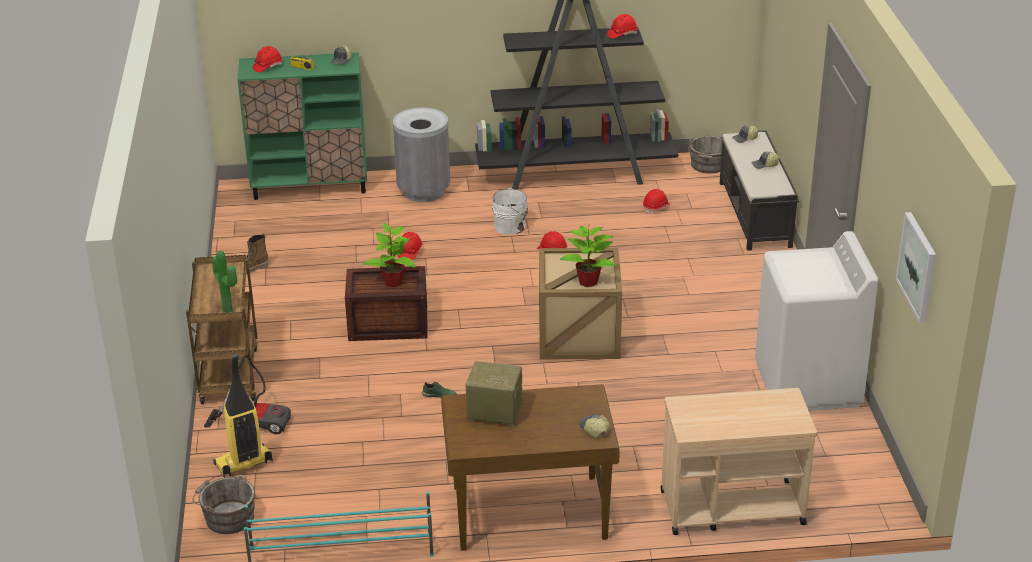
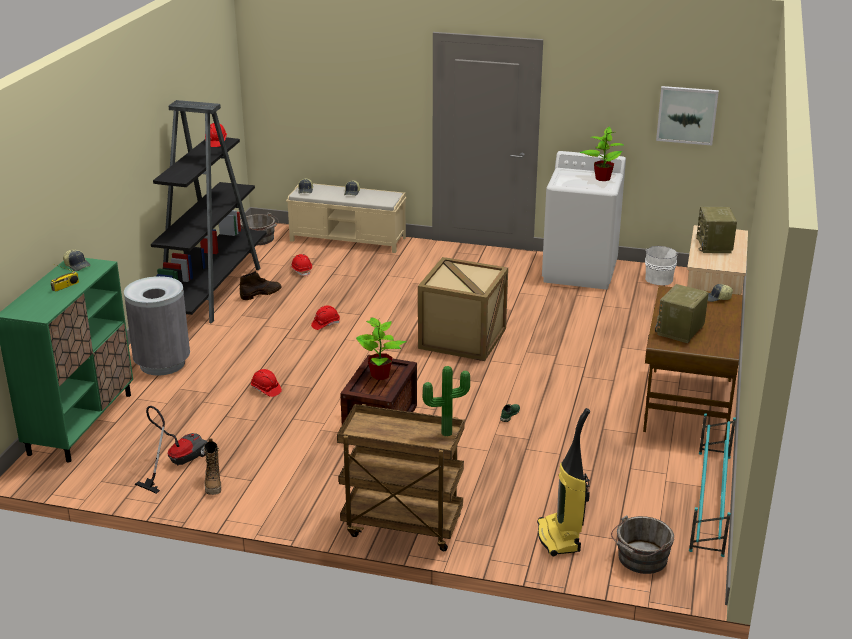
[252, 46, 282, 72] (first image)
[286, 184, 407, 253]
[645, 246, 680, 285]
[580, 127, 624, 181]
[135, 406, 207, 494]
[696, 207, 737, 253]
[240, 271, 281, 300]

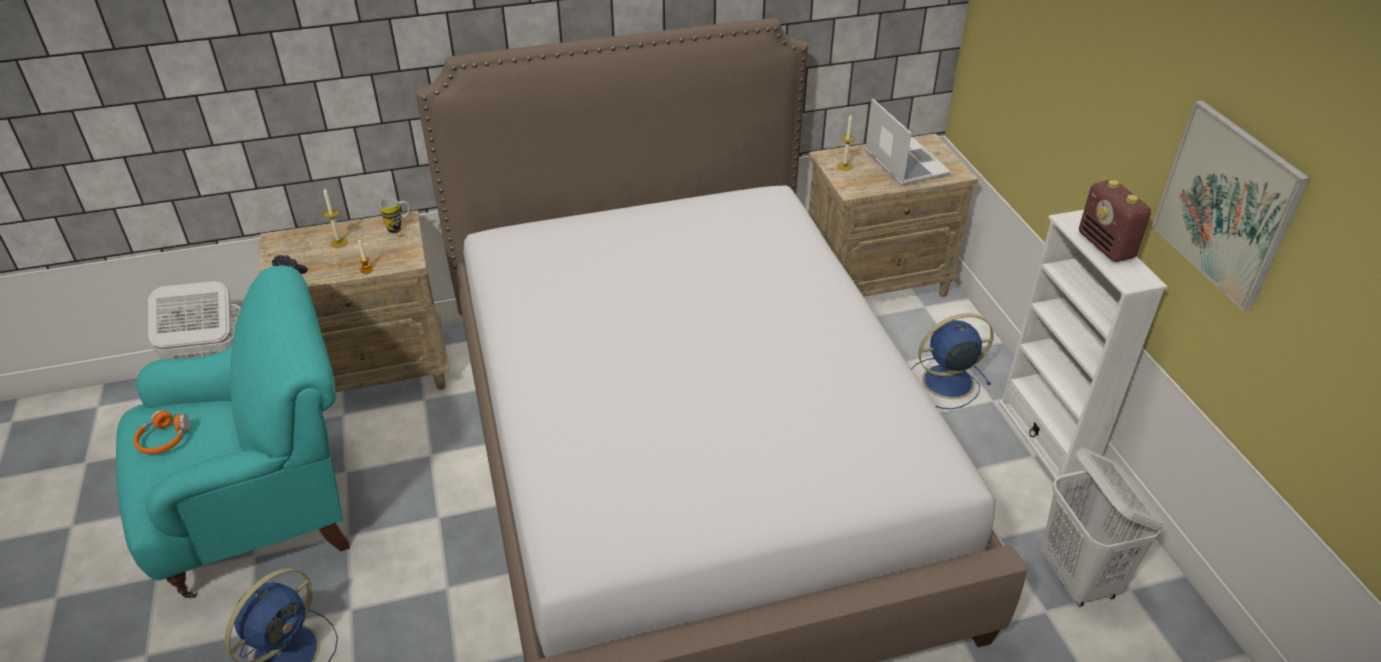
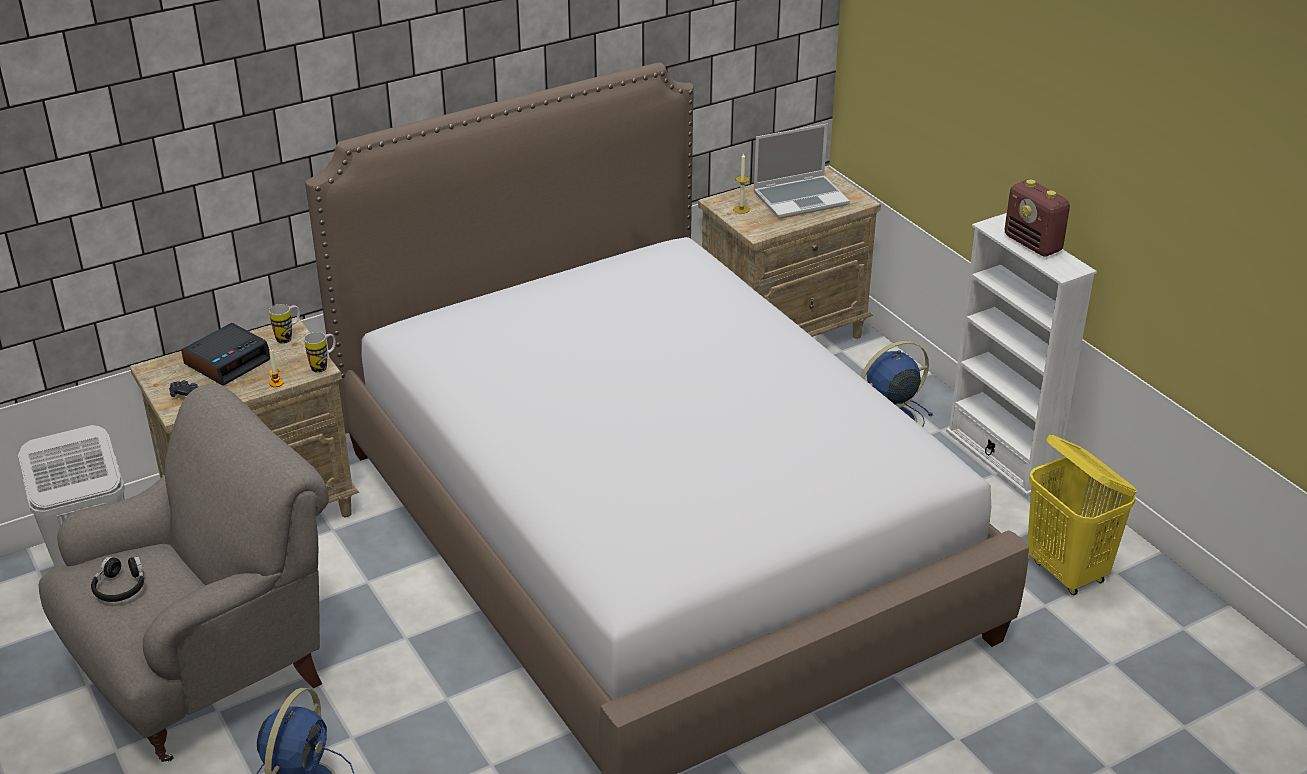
[753, 124, 850, 219]
[1152, 100, 1310, 311] (first image)
[181, 323, 270, 386]
[39, 384, 329, 762]
[91, 556, 144, 602]
[1027, 435, 1137, 595]
[304, 332, 336, 373]

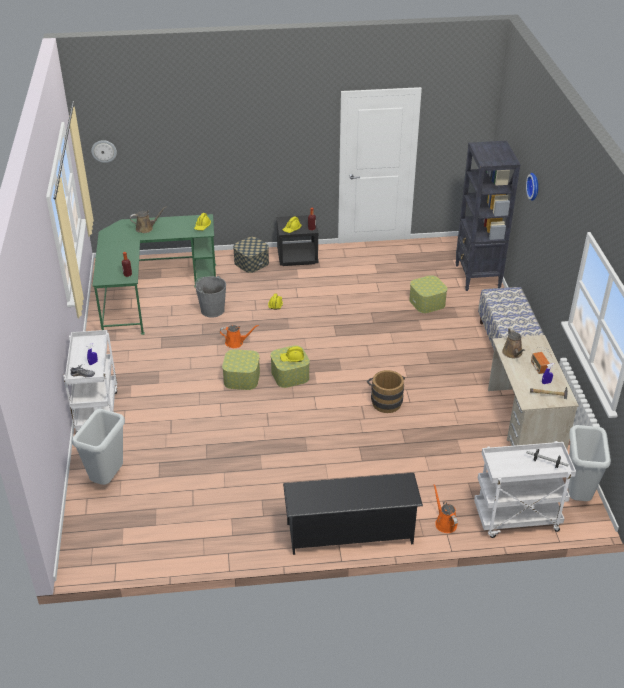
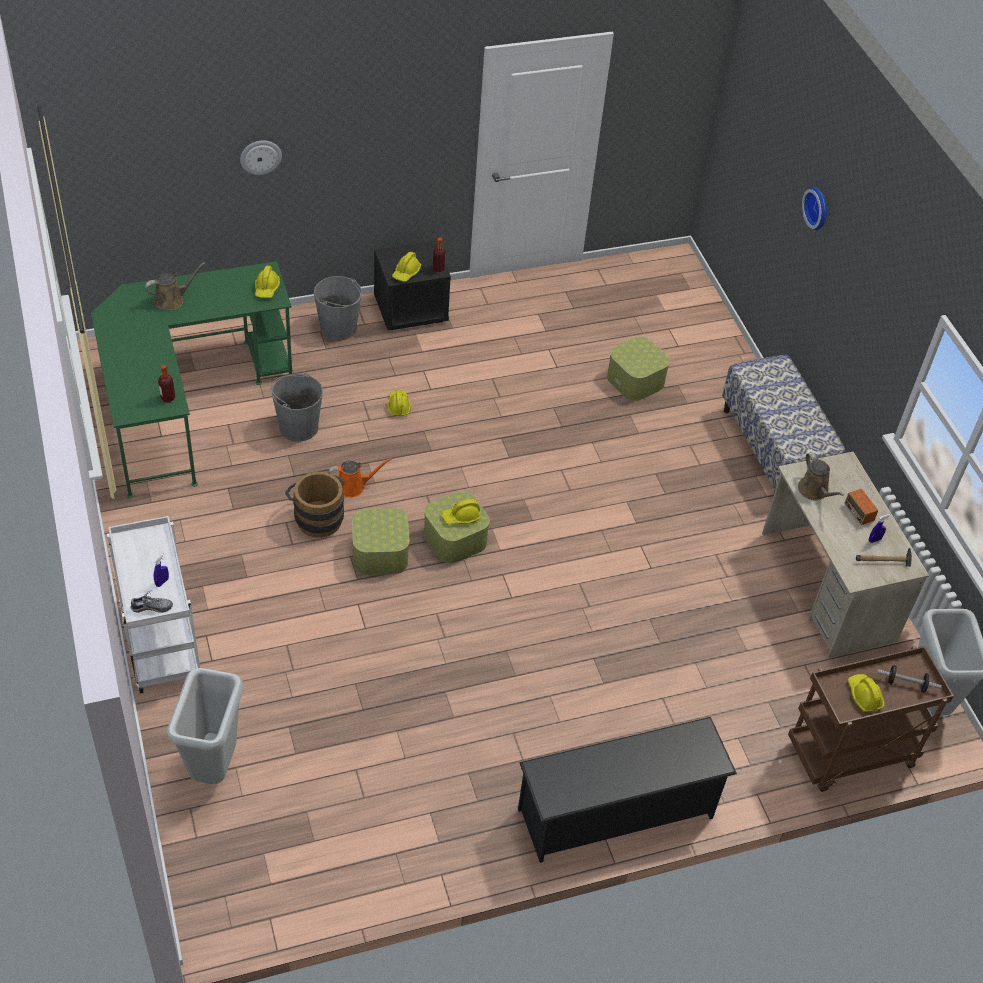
[240, 141, 282, 175]
[456, 141, 521, 291] (first image)
[314, 276, 362, 340]
[285, 472, 344, 538]
[788, 646, 954, 792]
[433, 484, 458, 533] (first image)
[848, 674, 885, 712]

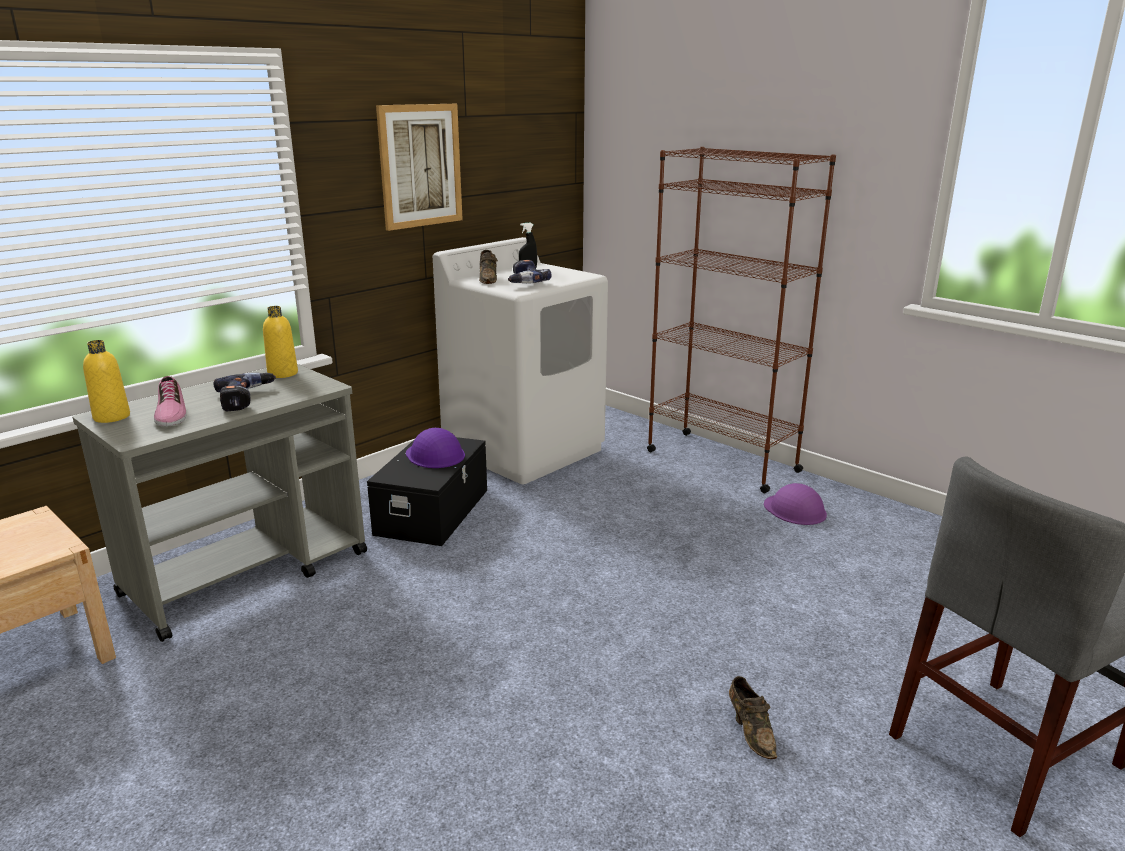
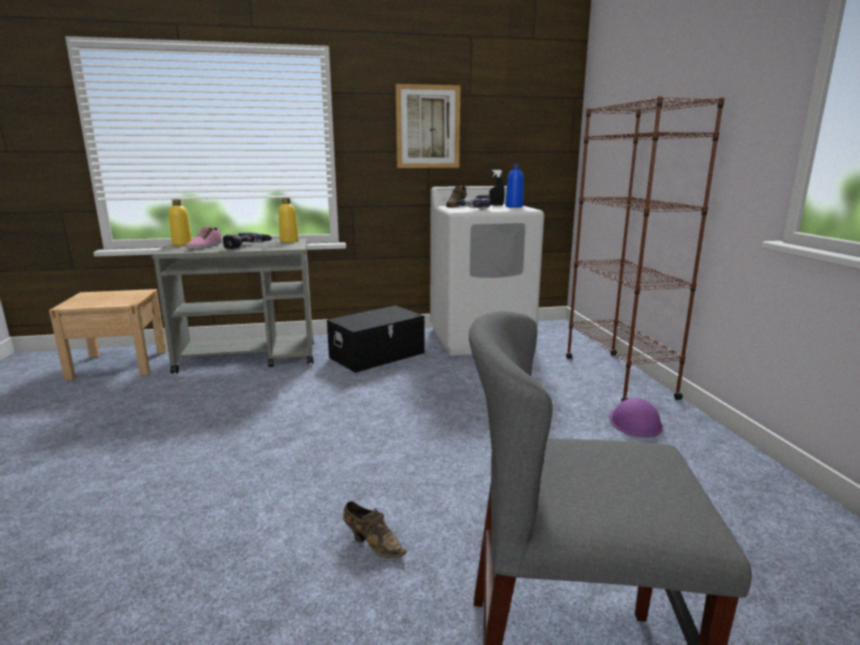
[406, 428, 465, 468] (first image)
[343, 501, 407, 558]
[505, 164, 524, 208]

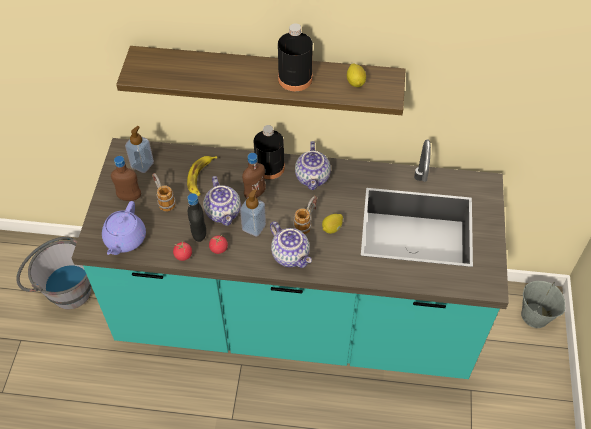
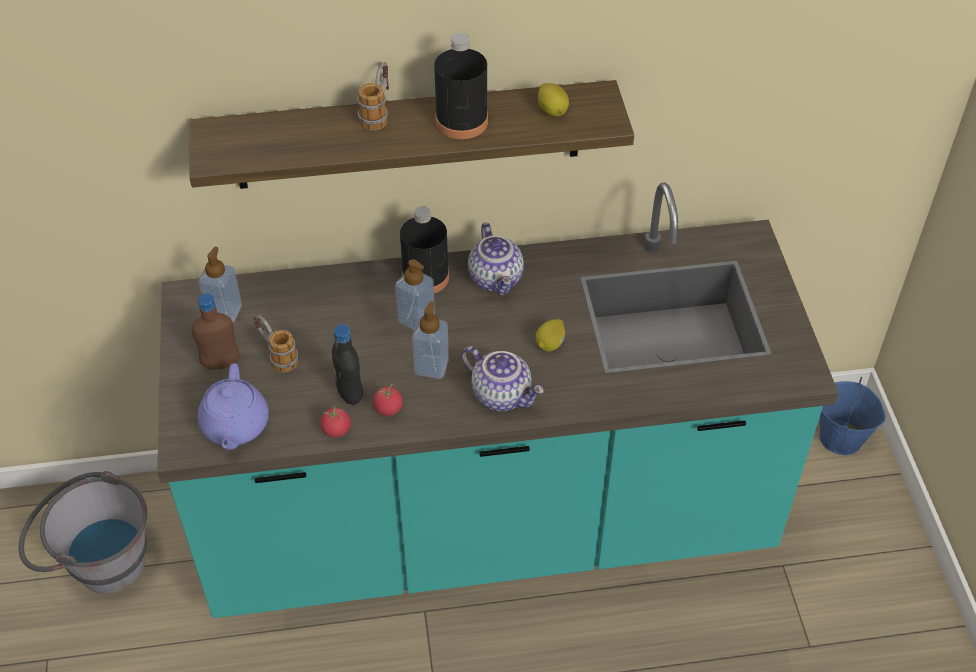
[395, 259, 435, 330]
[187, 156, 217, 196] (first image)
[203, 176, 241, 226] (first image)
[357, 62, 389, 131]
[819, 377, 886, 455]

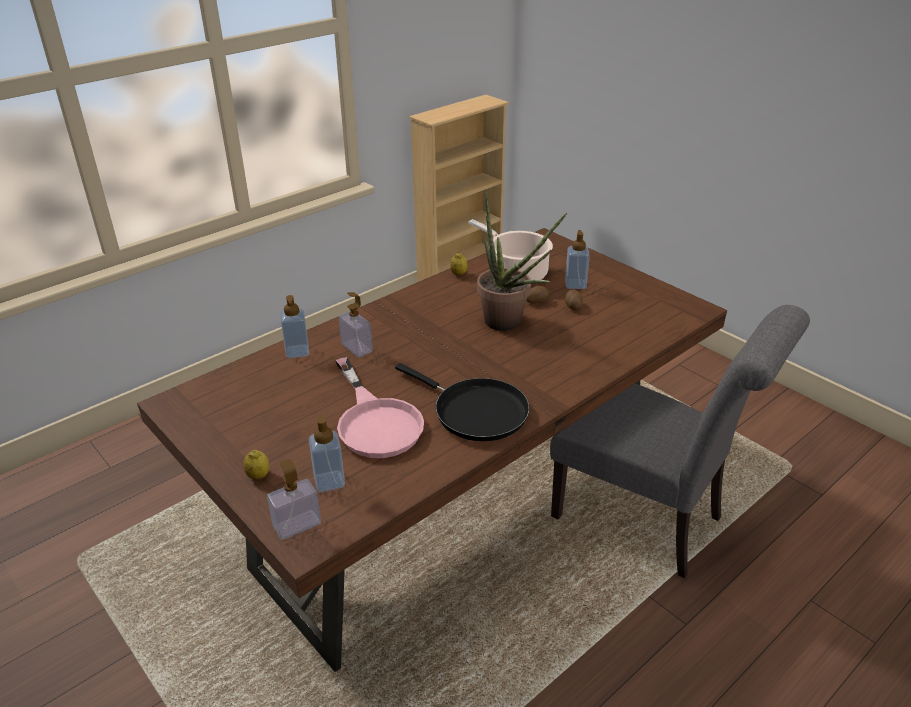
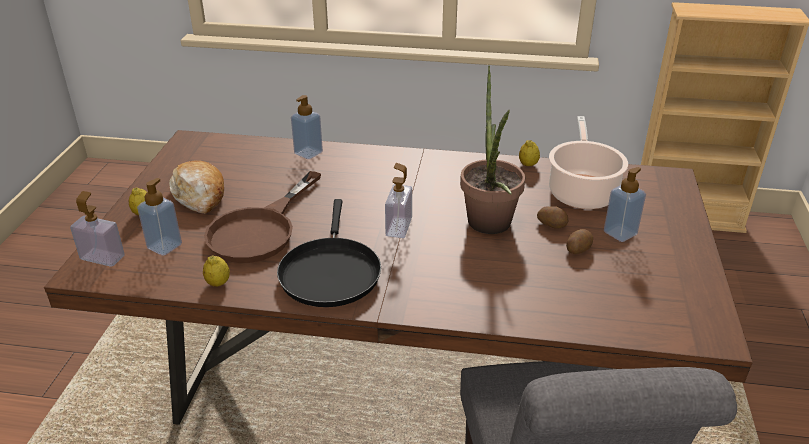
[385, 163, 412, 238]
[204, 171, 321, 263]
[169, 160, 224, 214]
[203, 256, 230, 287]

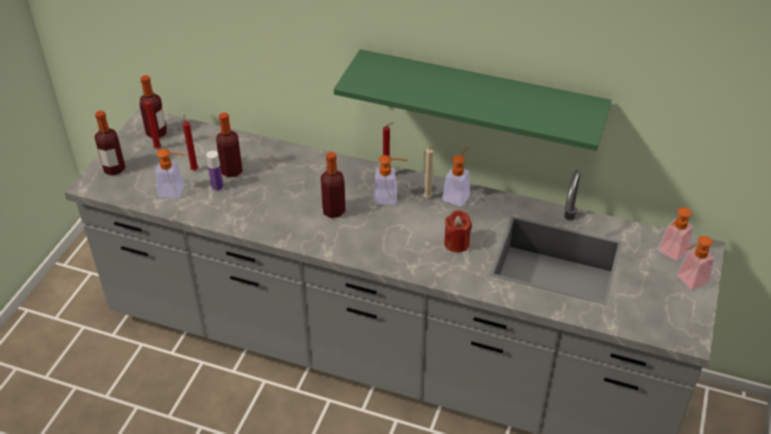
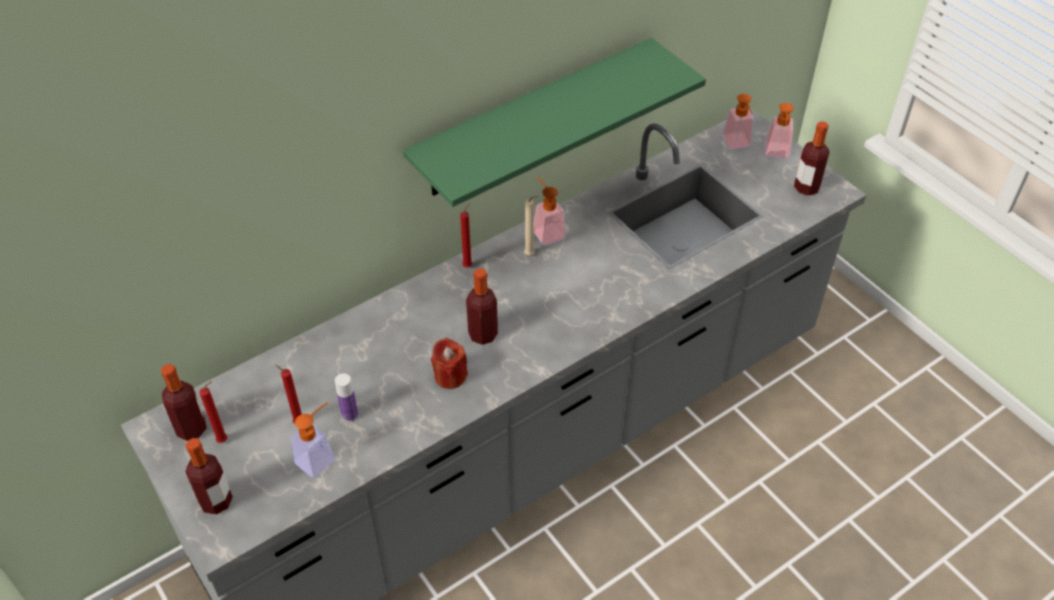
[794, 121, 830, 196]
[374, 155, 408, 205] (first image)
[431, 338, 468, 389]

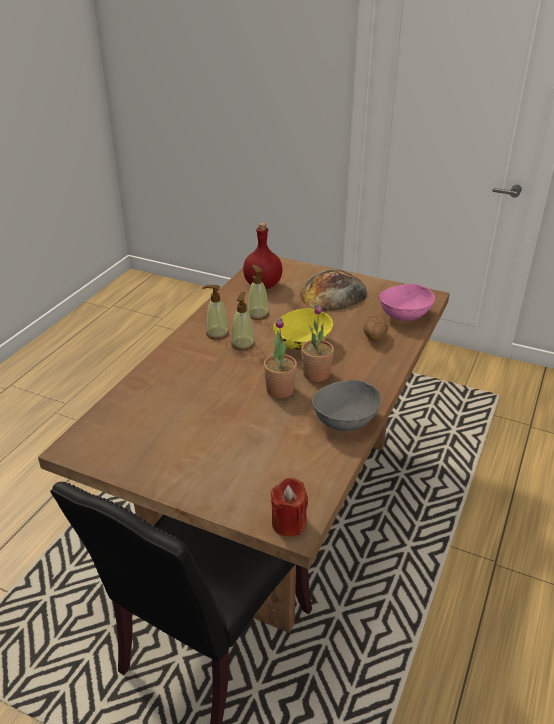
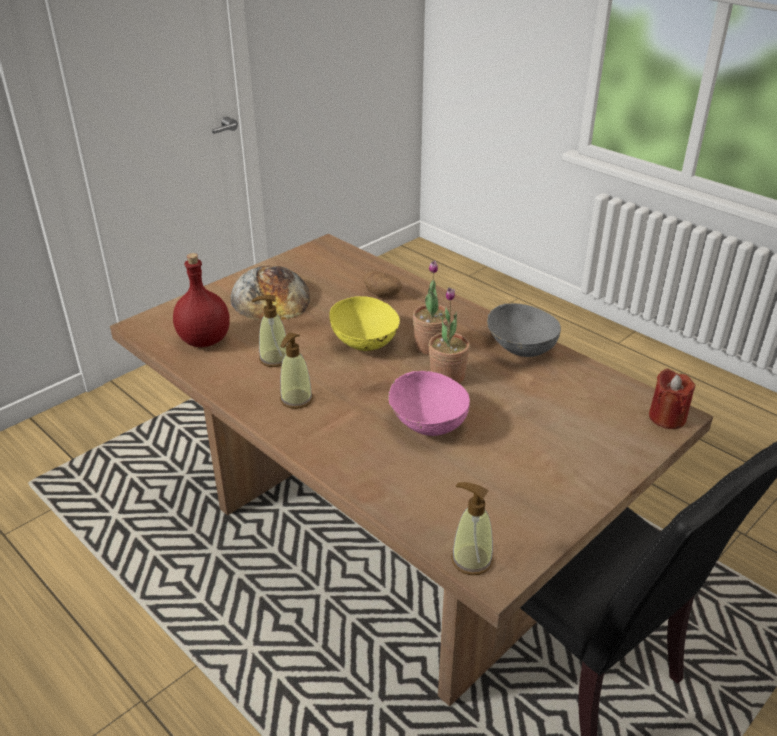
[388, 371, 470, 436]
[451, 482, 493, 575]

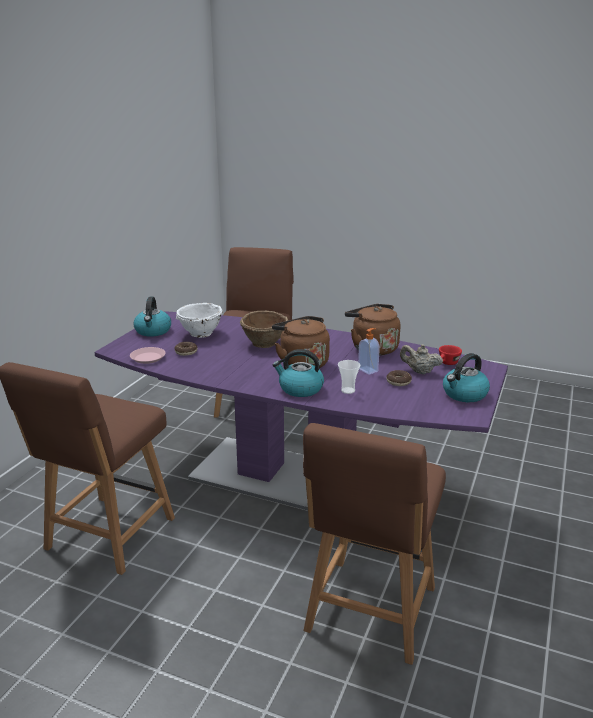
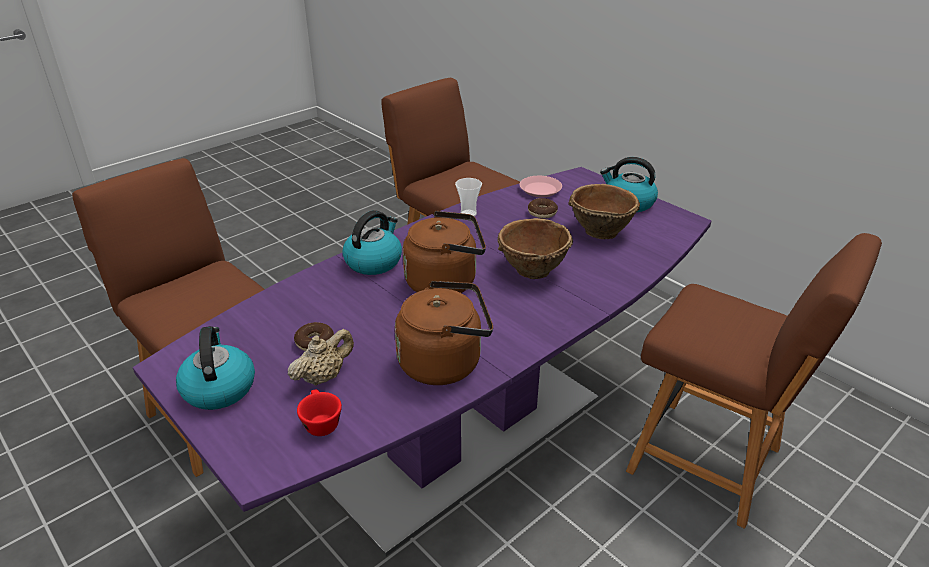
[568, 184, 640, 239]
[358, 328, 380, 375] (first image)
[455, 178, 482, 217]

